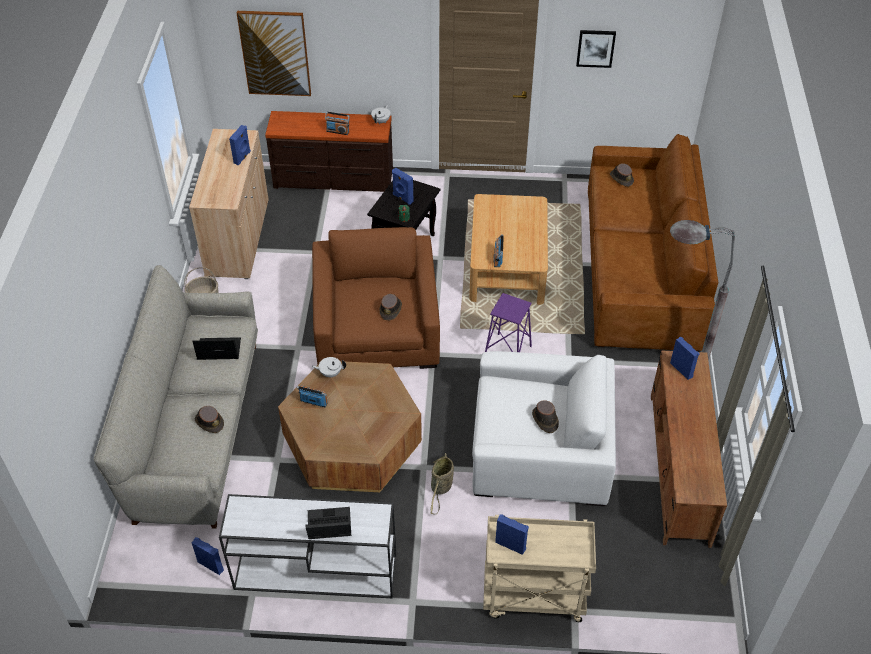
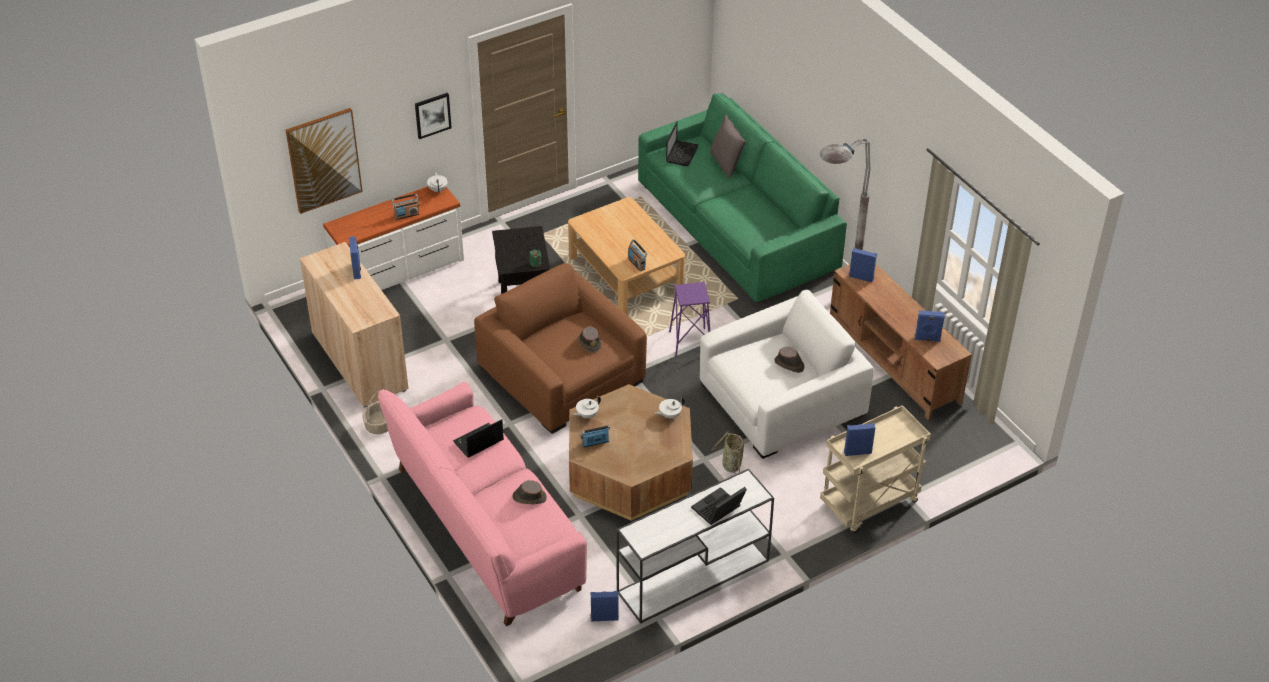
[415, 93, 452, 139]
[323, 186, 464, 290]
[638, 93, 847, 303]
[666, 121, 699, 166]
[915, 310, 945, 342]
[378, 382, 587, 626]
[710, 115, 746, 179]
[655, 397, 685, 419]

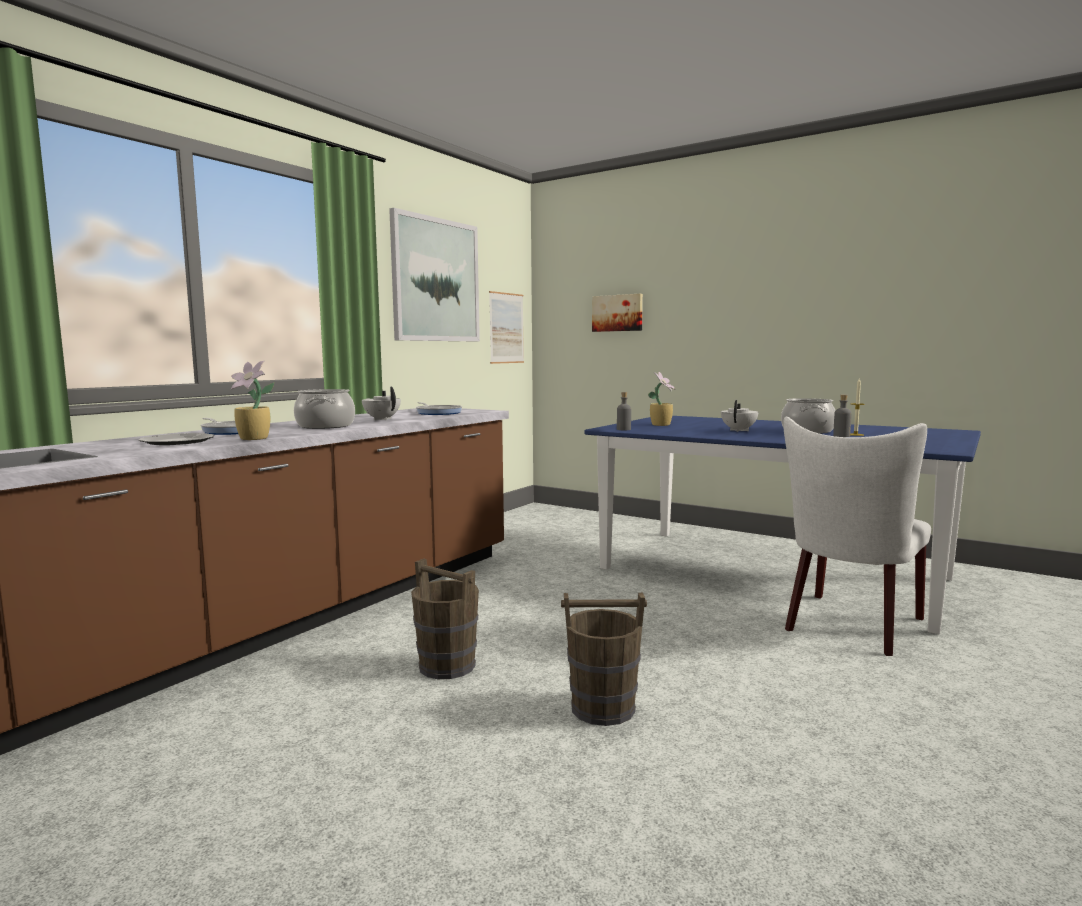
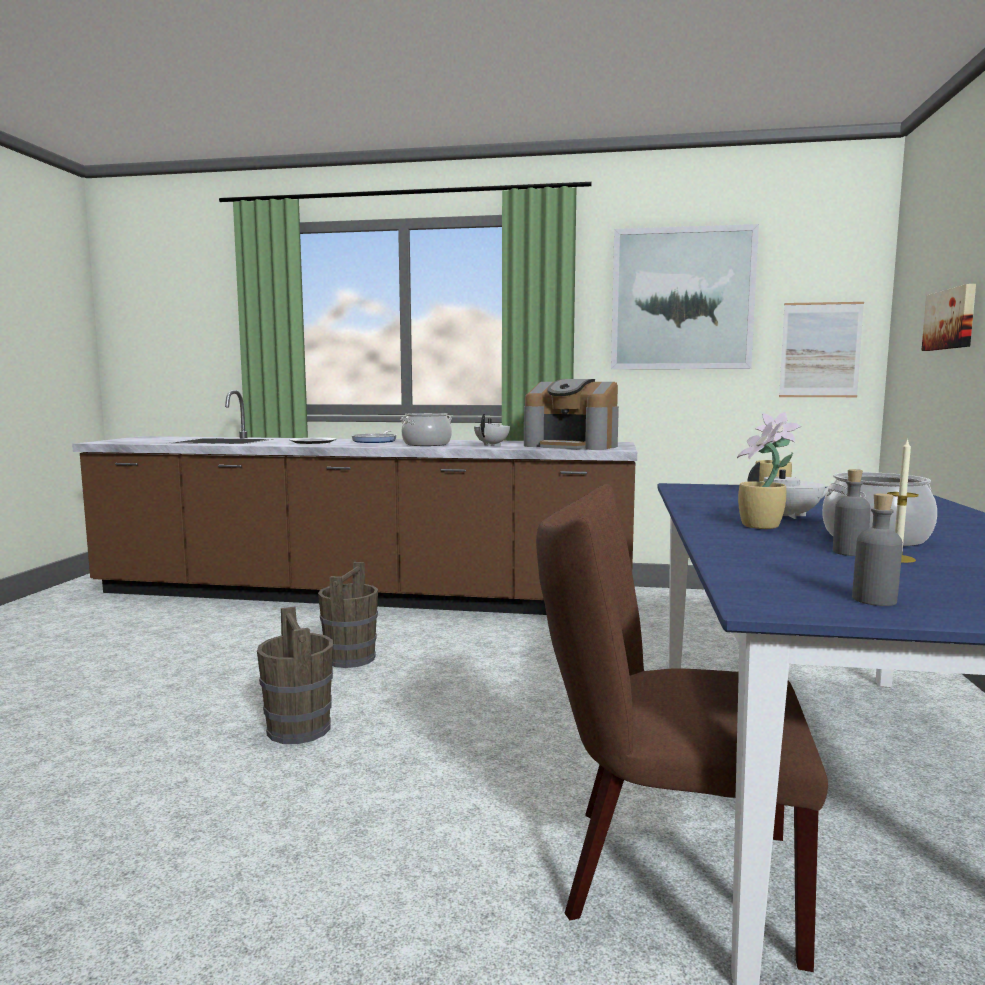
[737, 421, 793, 529]
[852, 493, 903, 606]
[524, 379, 619, 450]
[536, 484, 828, 972]

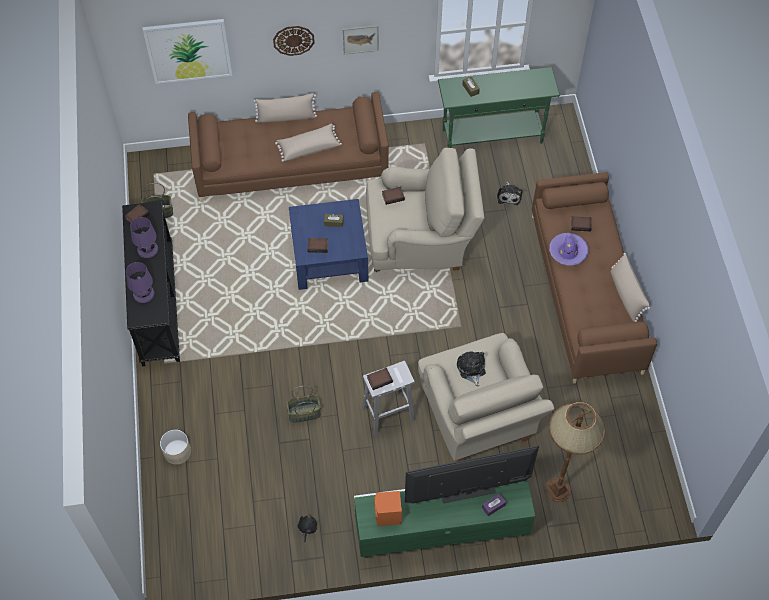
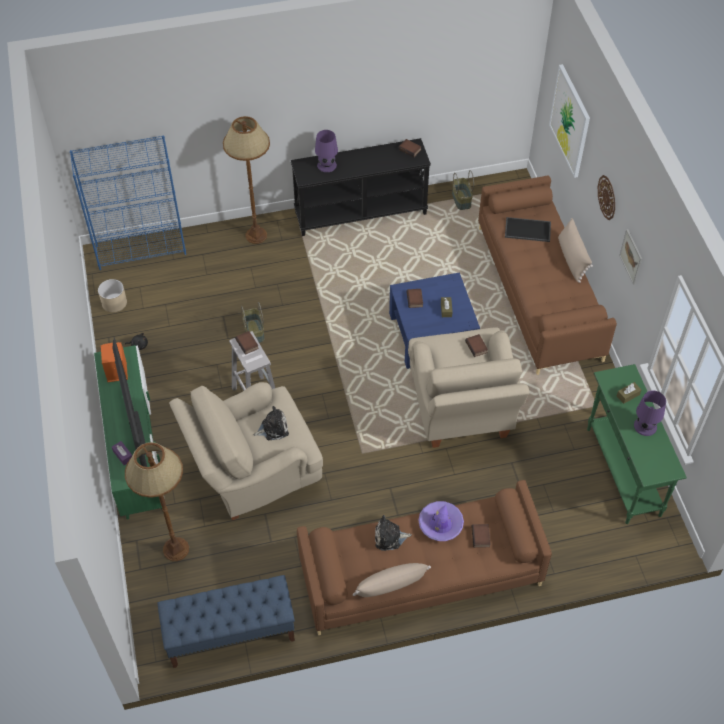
[275, 124, 342, 162] (first image)
[375, 515, 412, 551]
[634, 391, 666, 436]
[98, 279, 127, 312]
[223, 116, 270, 244]
[70, 135, 186, 270]
[505, 217, 551, 242]
[157, 575, 295, 668]

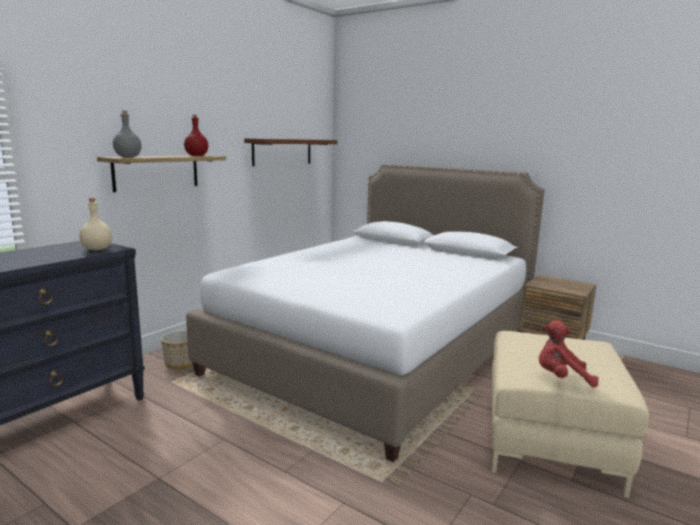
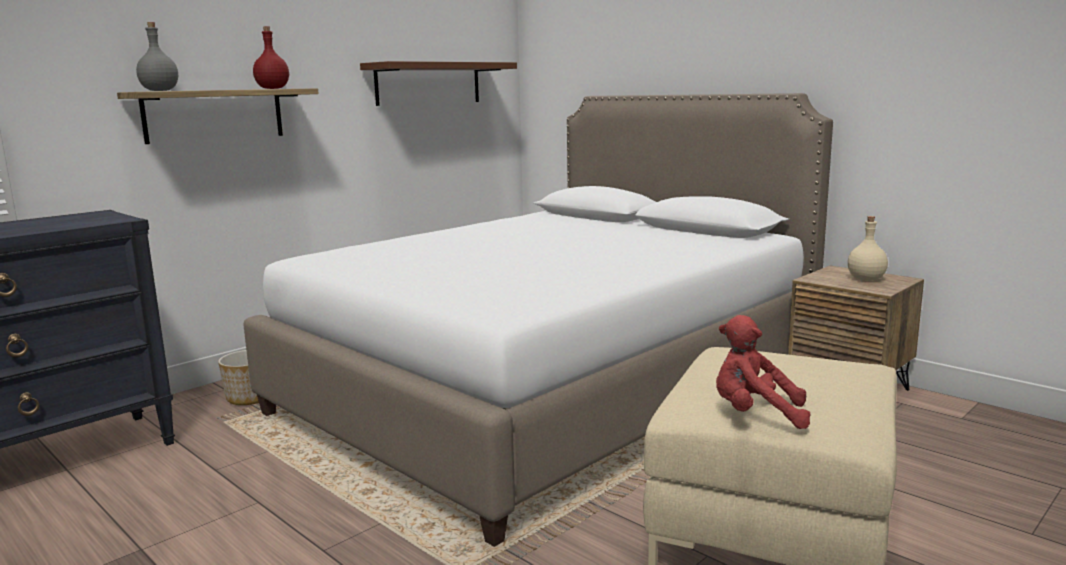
[848, 216, 888, 281]

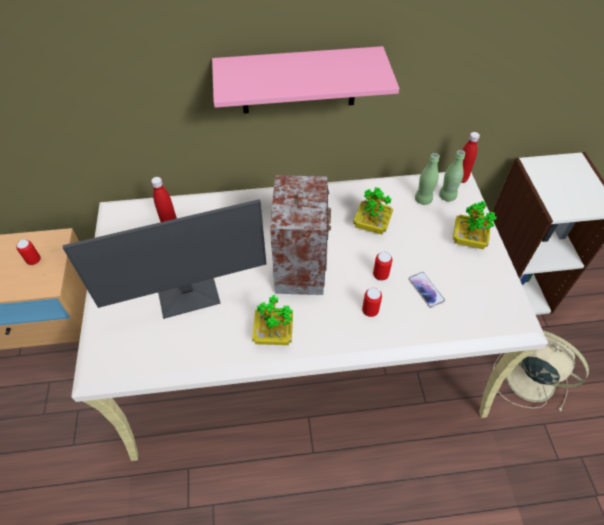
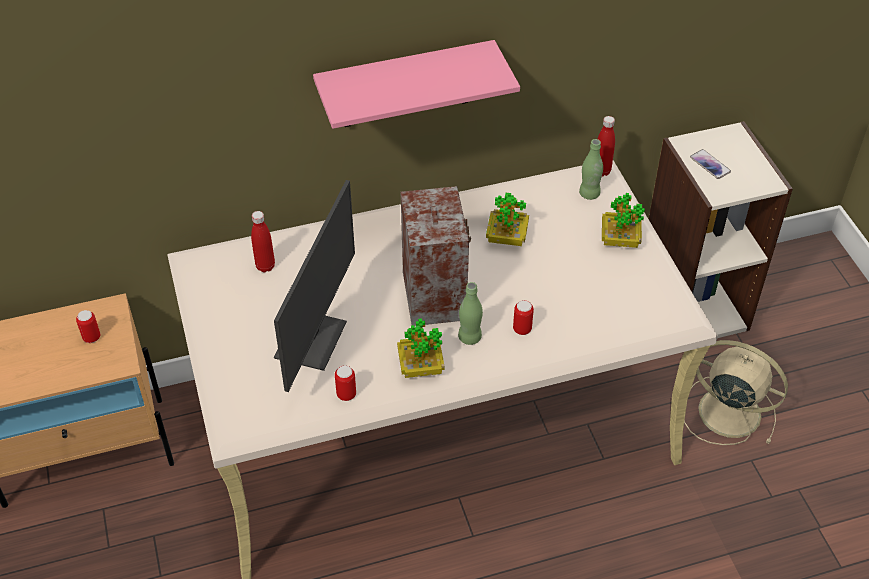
[458, 282, 483, 345]
[274, 180, 355, 392]
[335, 365, 356, 401]
[690, 149, 731, 179]

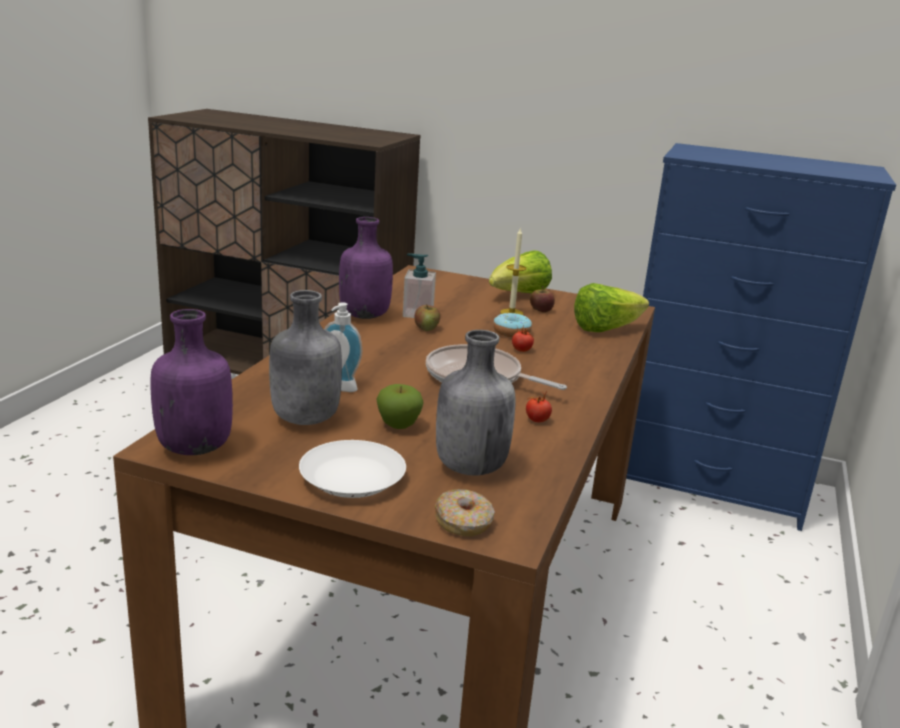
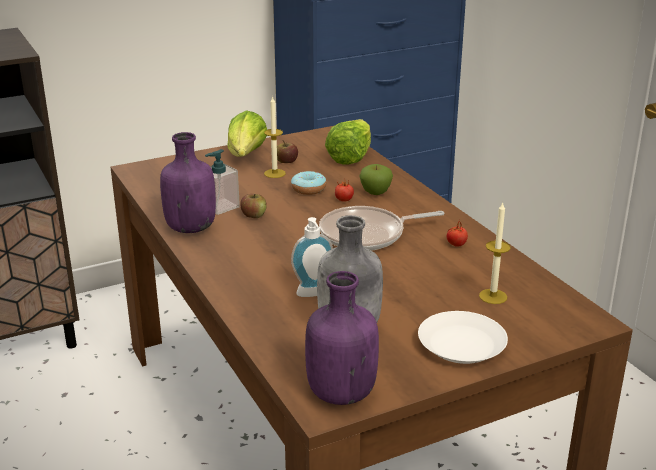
[479, 201, 511, 304]
[359, 164, 393, 195]
[435, 489, 495, 536] (first image)

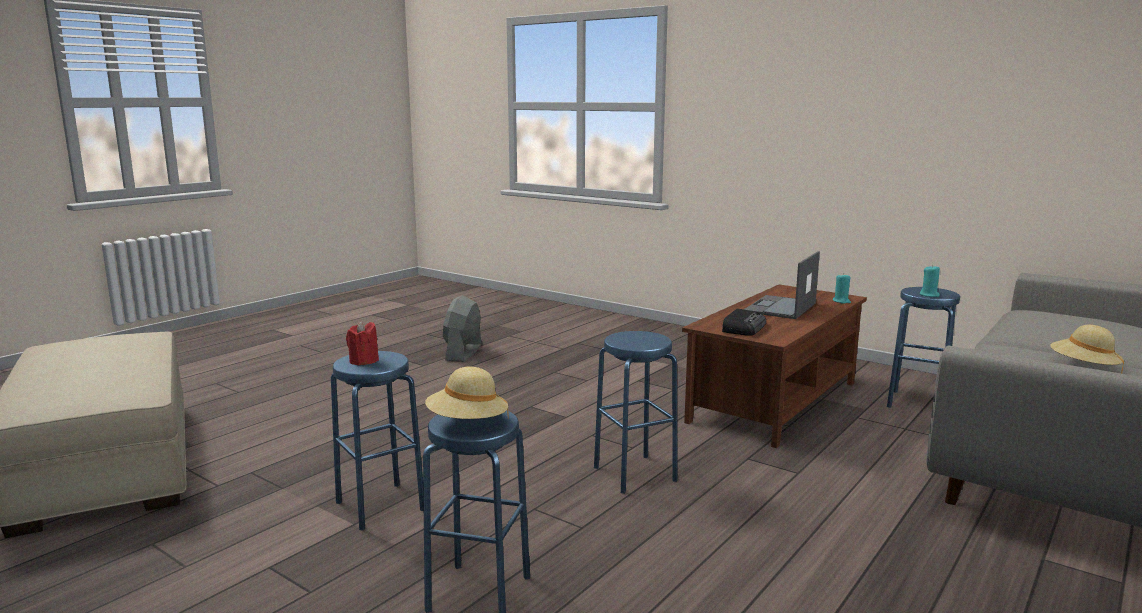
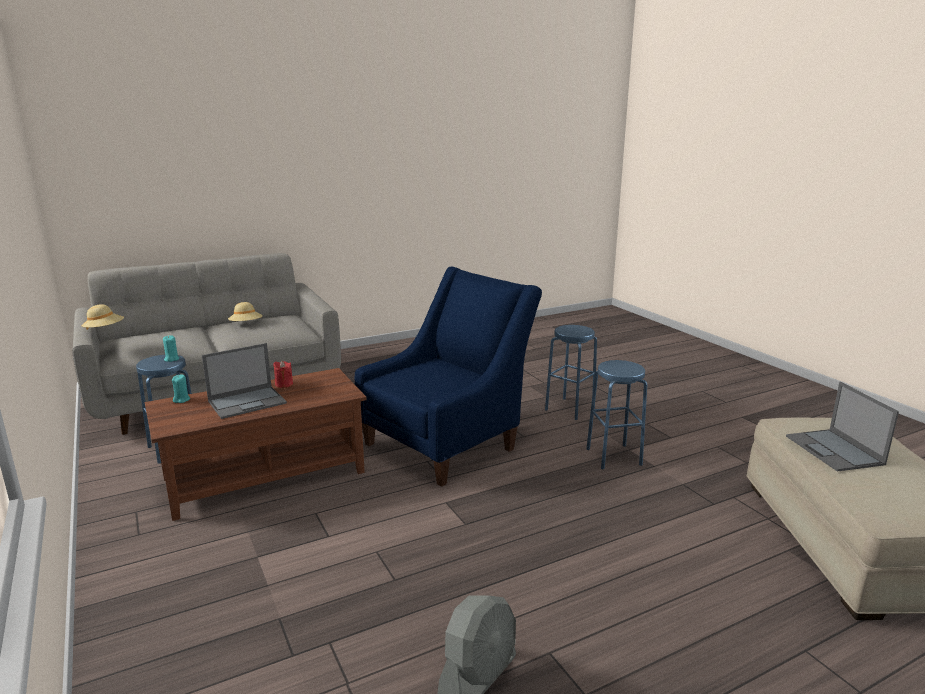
[722, 308, 766, 336] (first image)
[273, 361, 293, 388]
[355, 267, 542, 487]
[82, 304, 124, 330]
[786, 382, 899, 472]

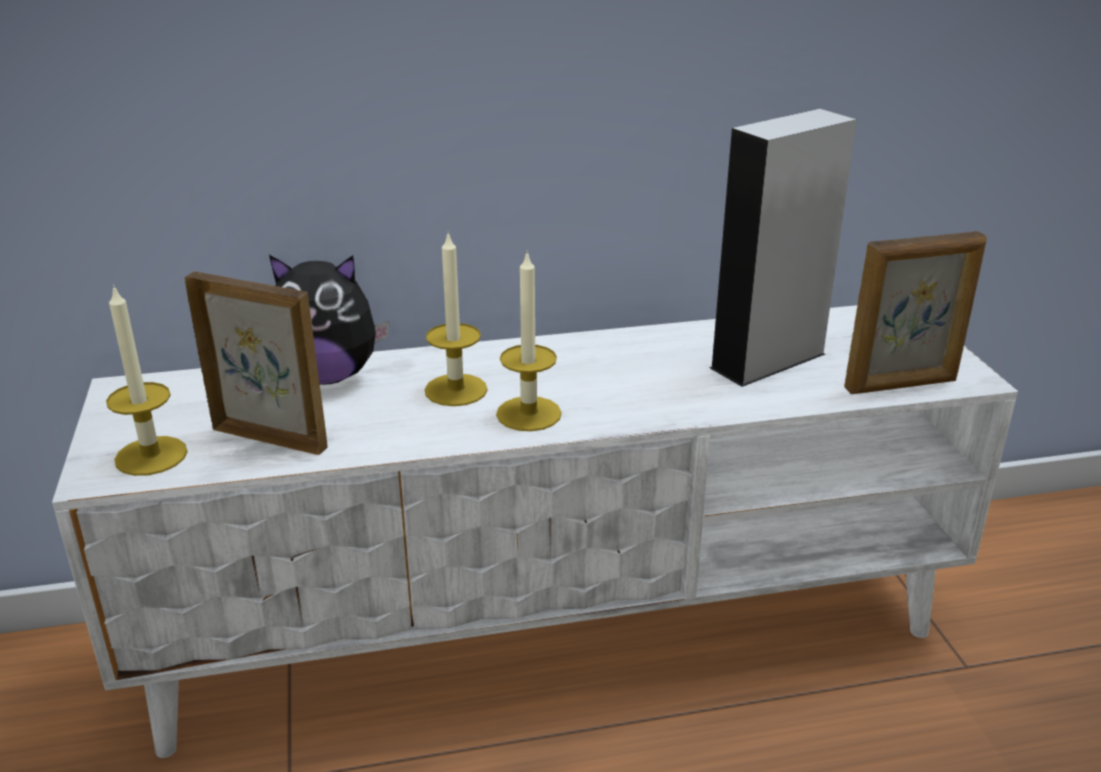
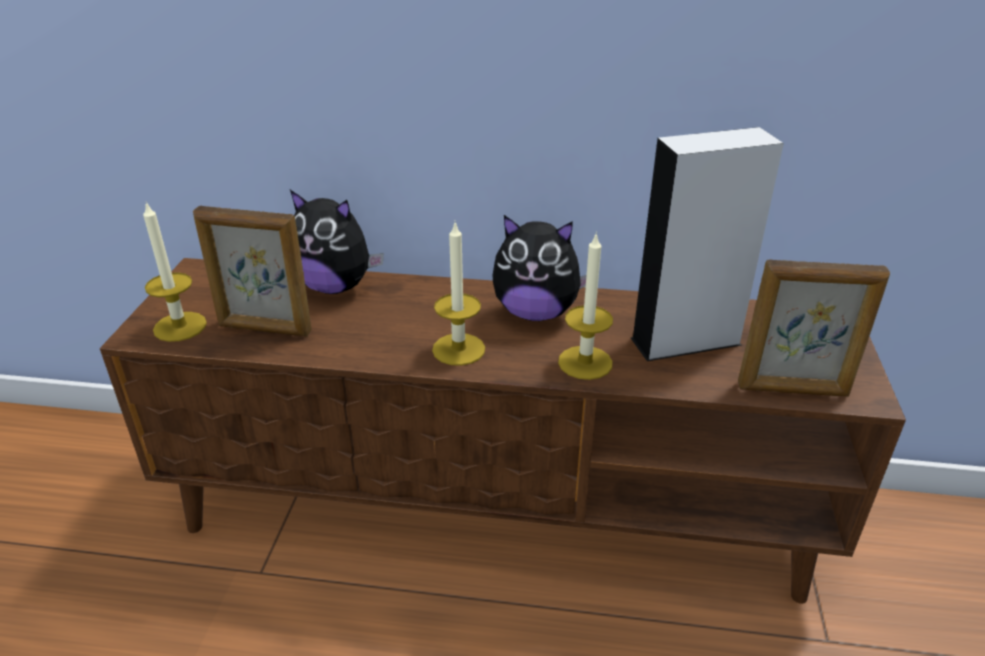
[558, 232, 613, 380]
[193, 206, 312, 336]
[100, 258, 906, 604]
[493, 215, 586, 321]

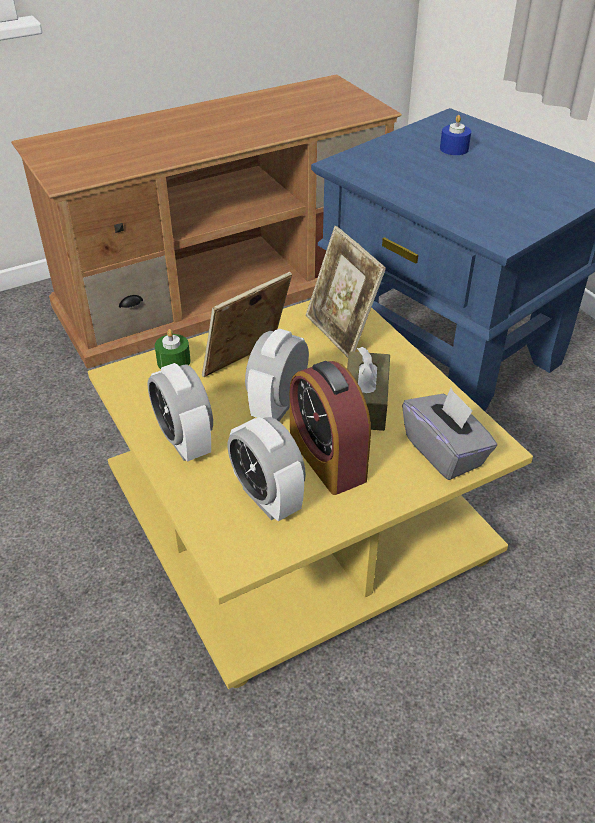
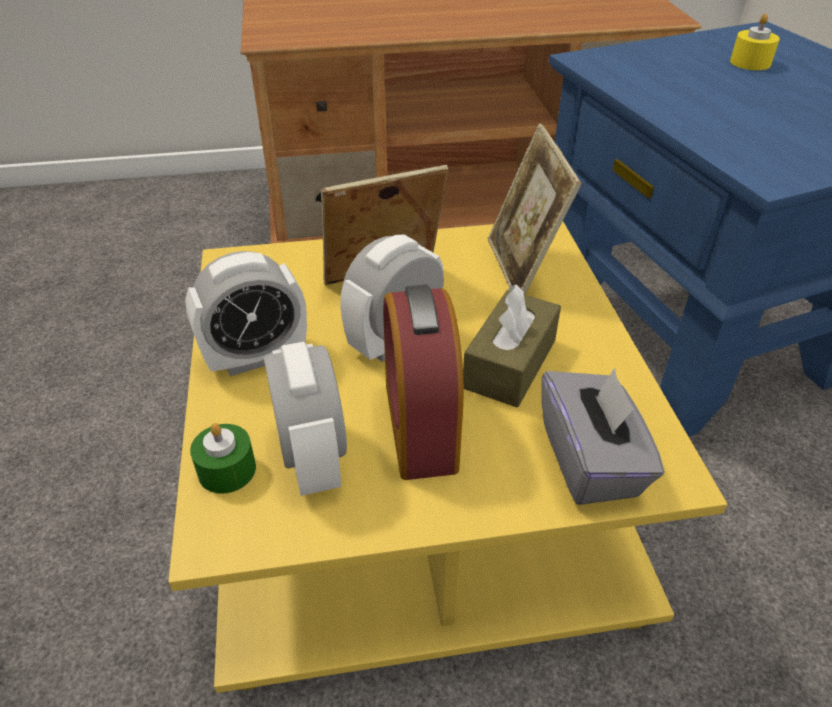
[730, 14, 780, 70]
[190, 423, 256, 494]
[185, 251, 307, 376]

